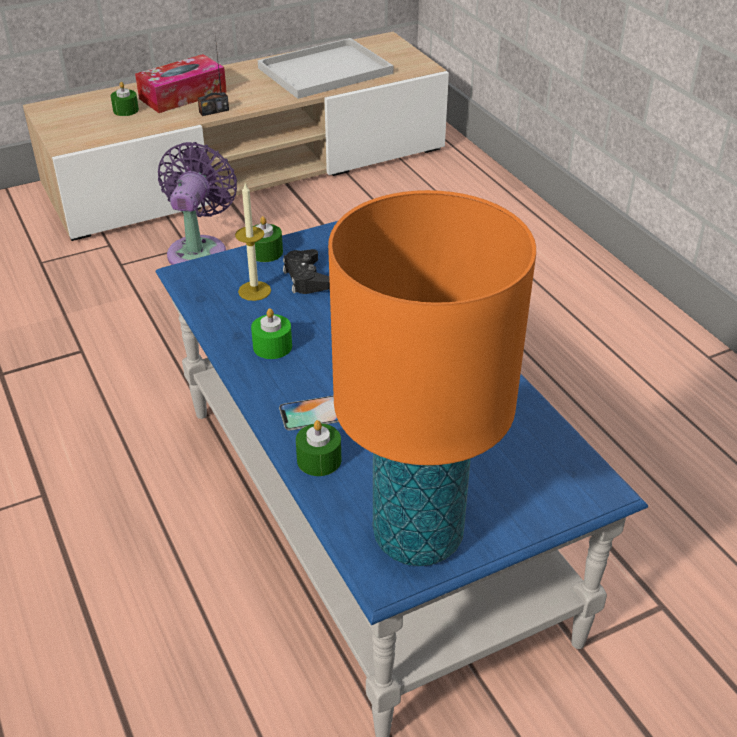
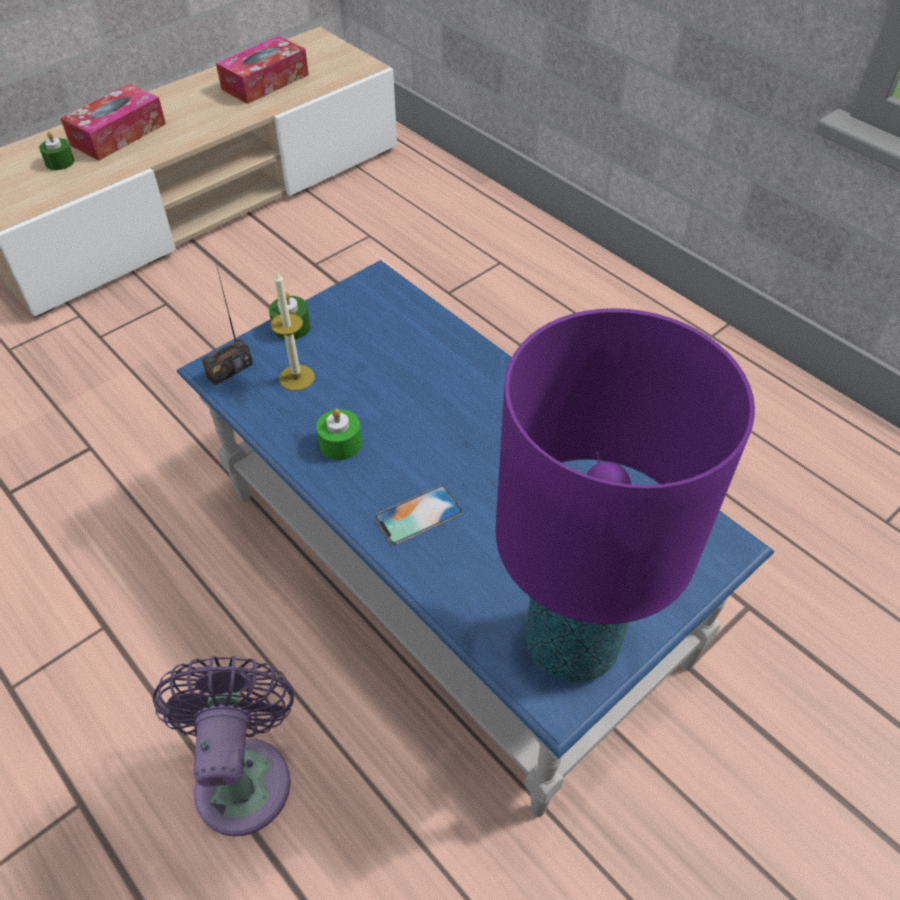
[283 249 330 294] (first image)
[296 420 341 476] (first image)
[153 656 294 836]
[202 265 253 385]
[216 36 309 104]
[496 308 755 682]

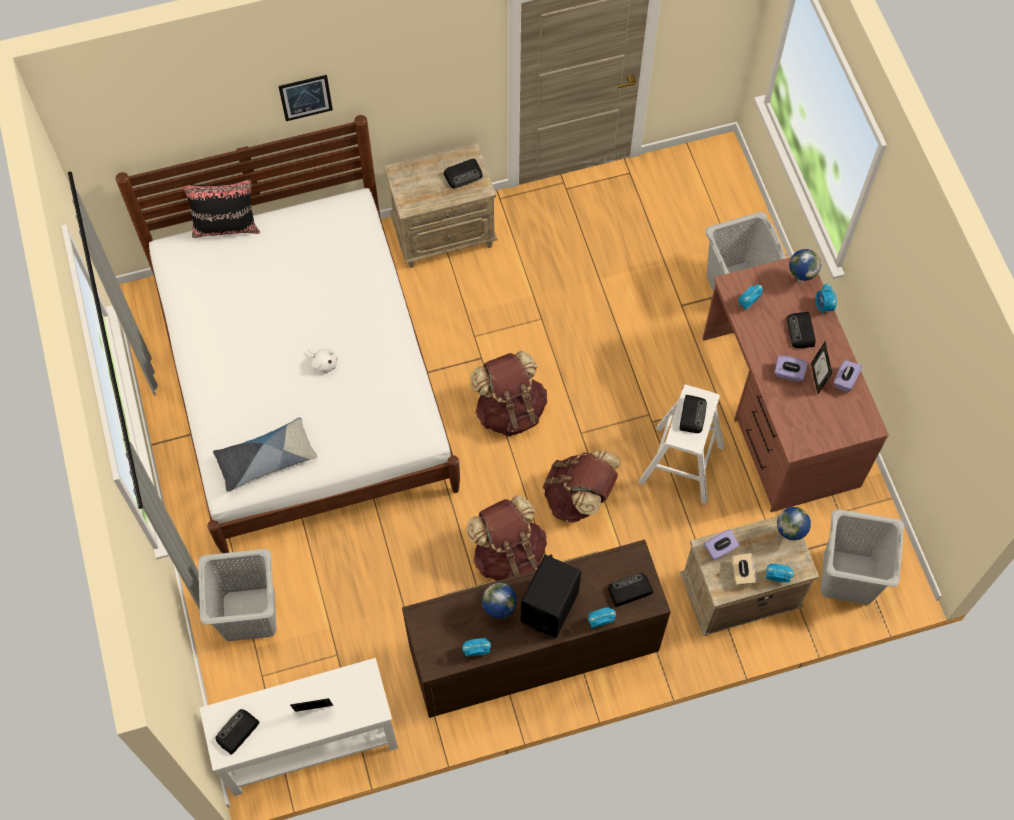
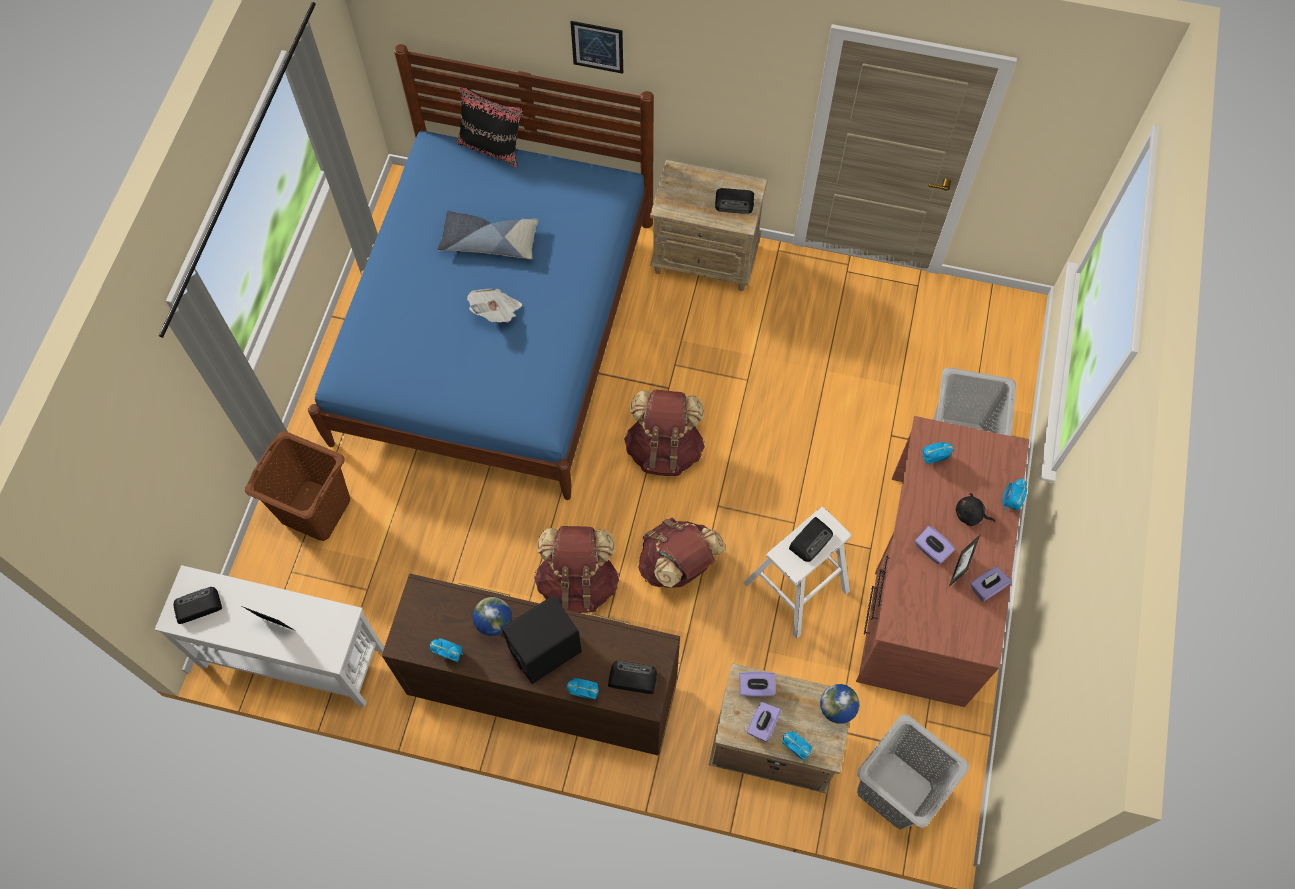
[789 249 821 282] (first image)
[437 210 539 259]
[467 289 522 322]
[956 493 995 526]
[308 44 654 500]
[245 431 350 541]
[747 702 782 742]

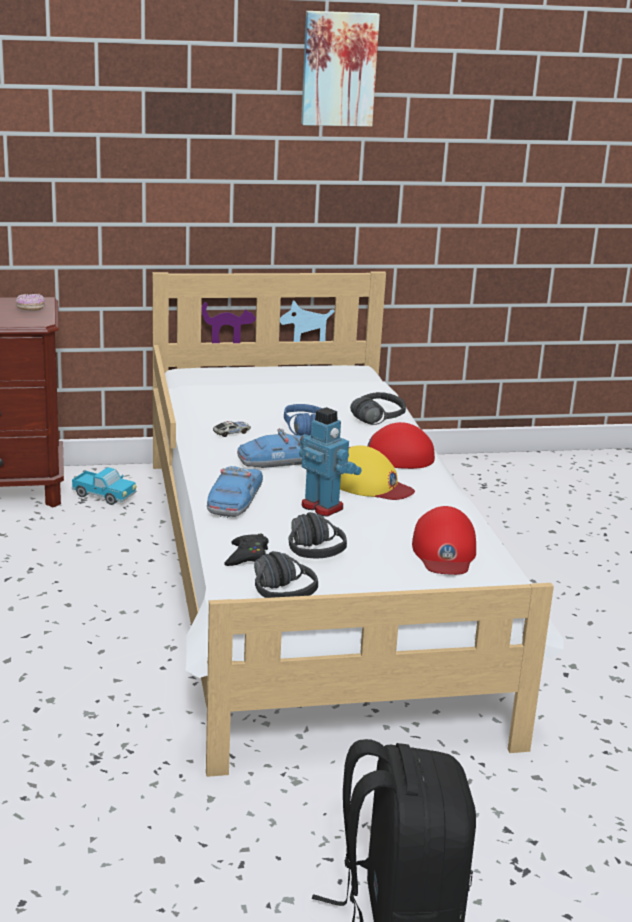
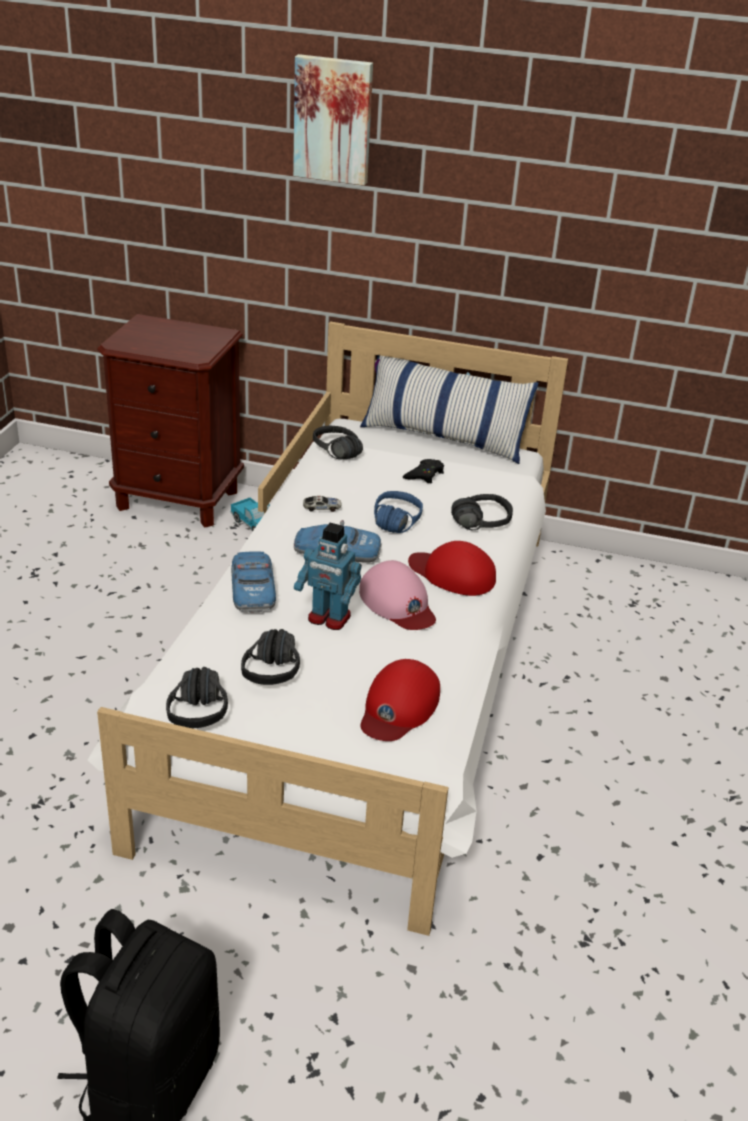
[16 294 45 311] (first image)
[313 426 363 459]
[360 355 539 464]
[403 459 444 484]
[293 54 373 185]
[359 560 436 630]
[231 551 276 613]
[294 523 362 630]

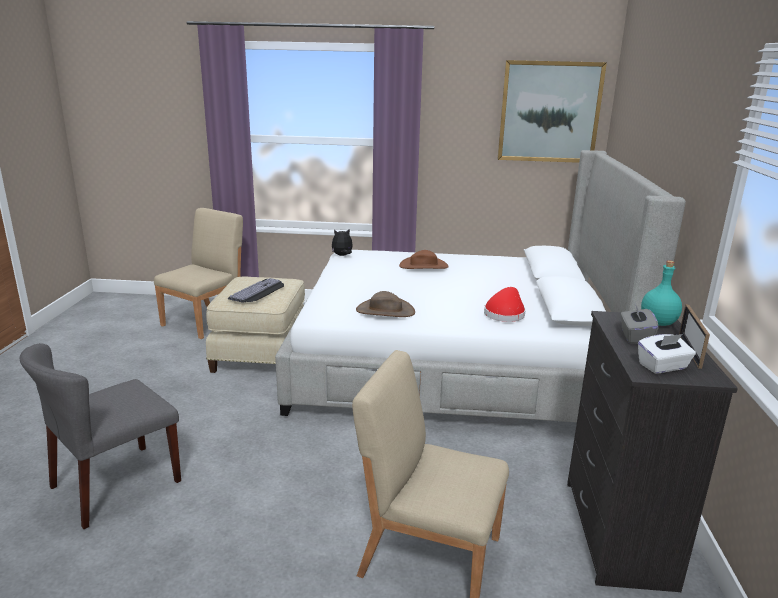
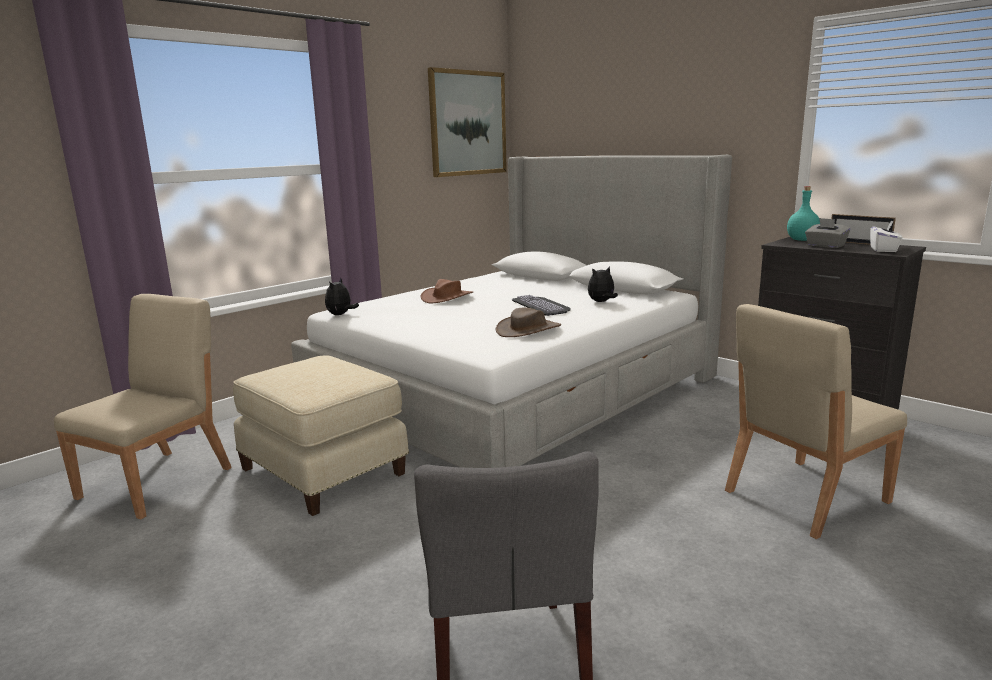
[512 295 571 316]
[588 266 618 302]
[54 294 232 519]

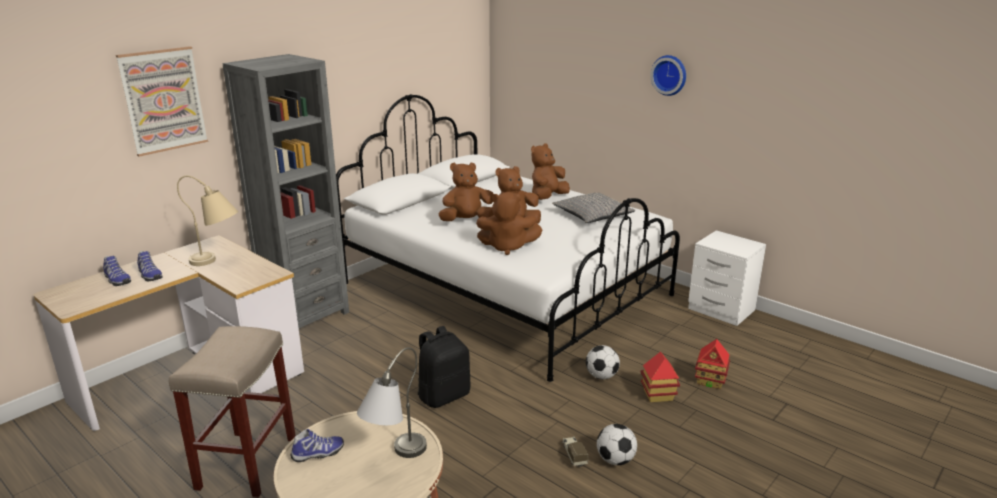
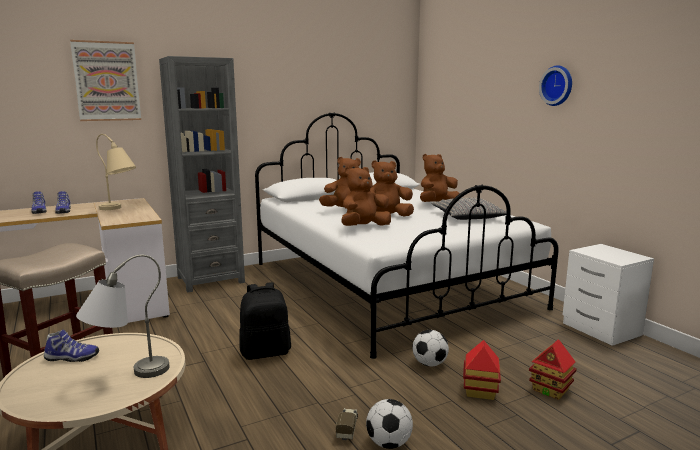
[341 167 391 226]

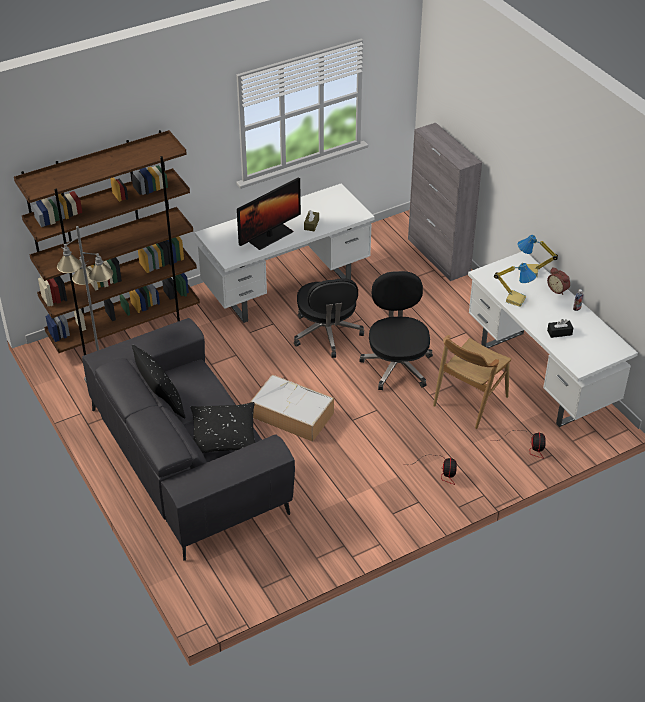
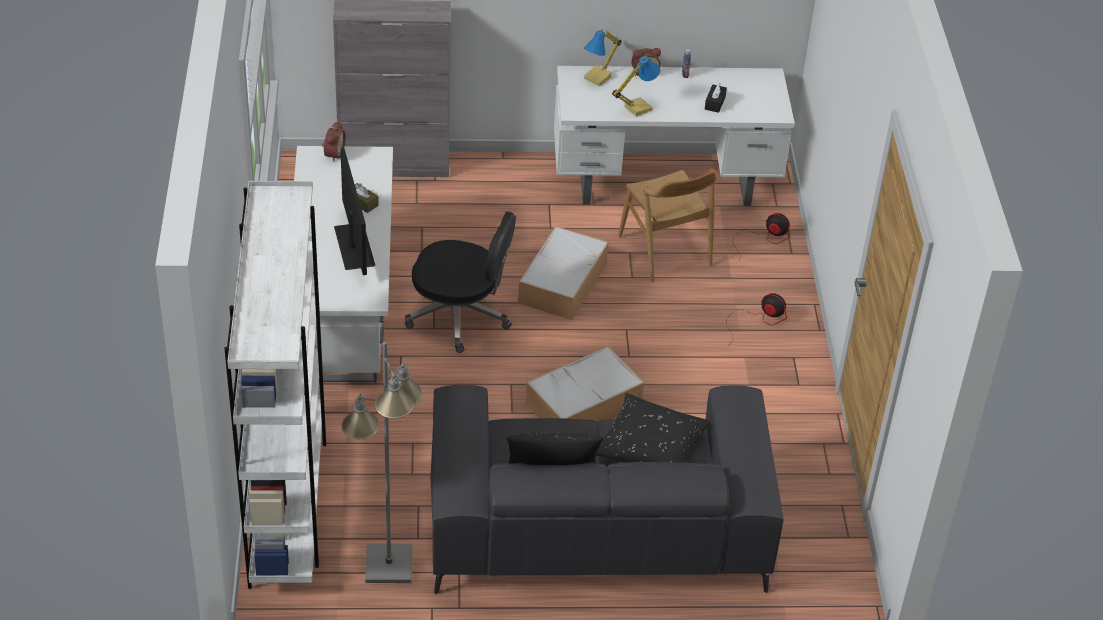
[322 121 346 162]
[518 226 609 320]
[224 181 326 589]

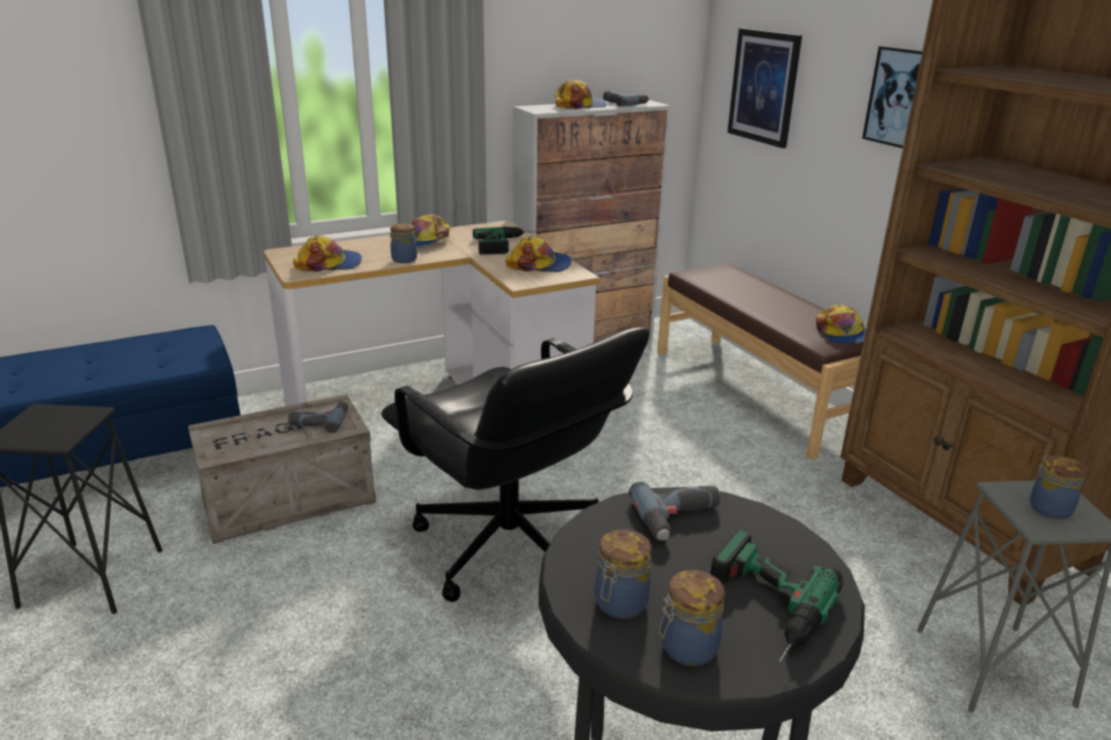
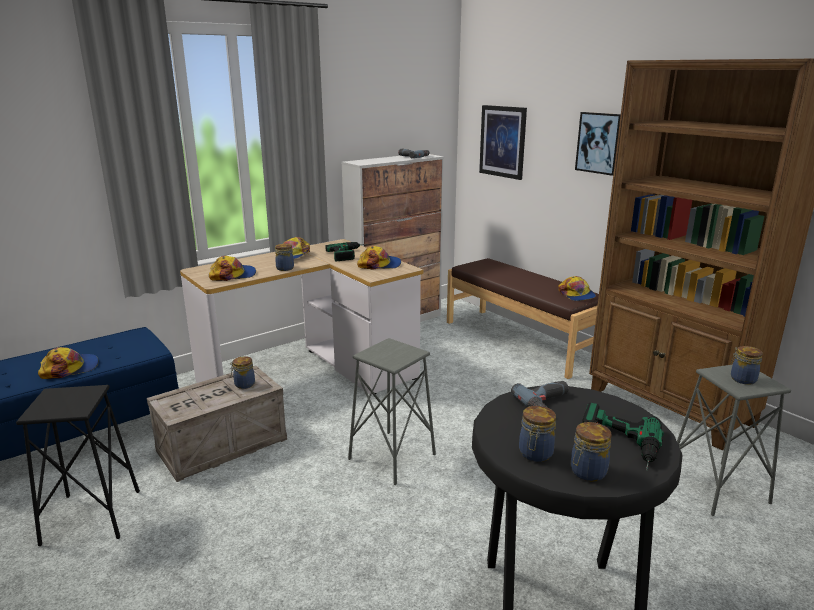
[38 347 98 379]
[230 356 255 389]
[348 338 436 485]

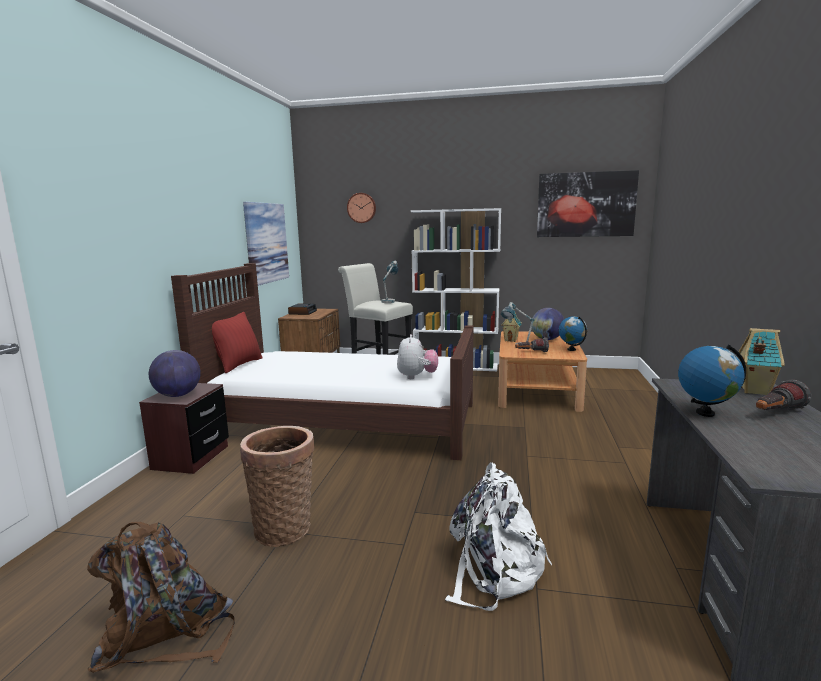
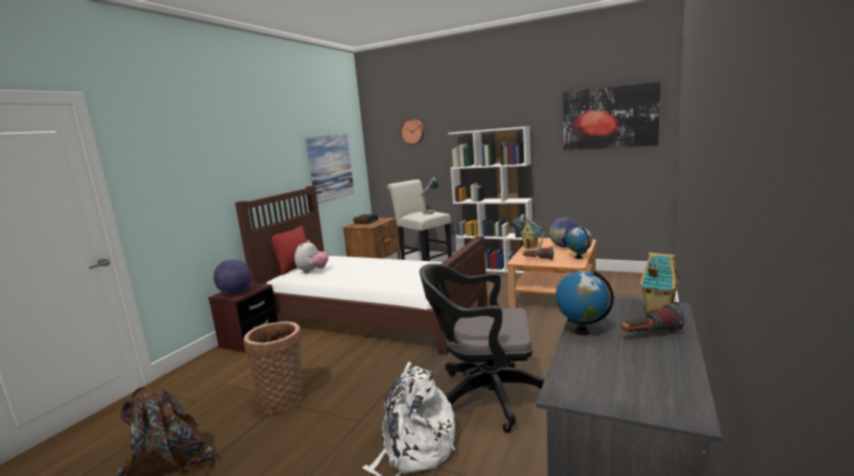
[419 264 545 433]
[295 240 328 273]

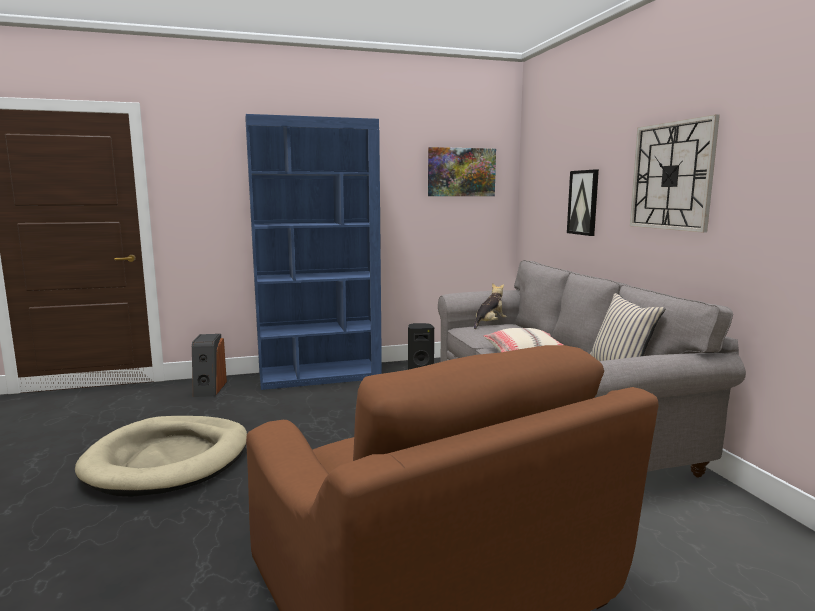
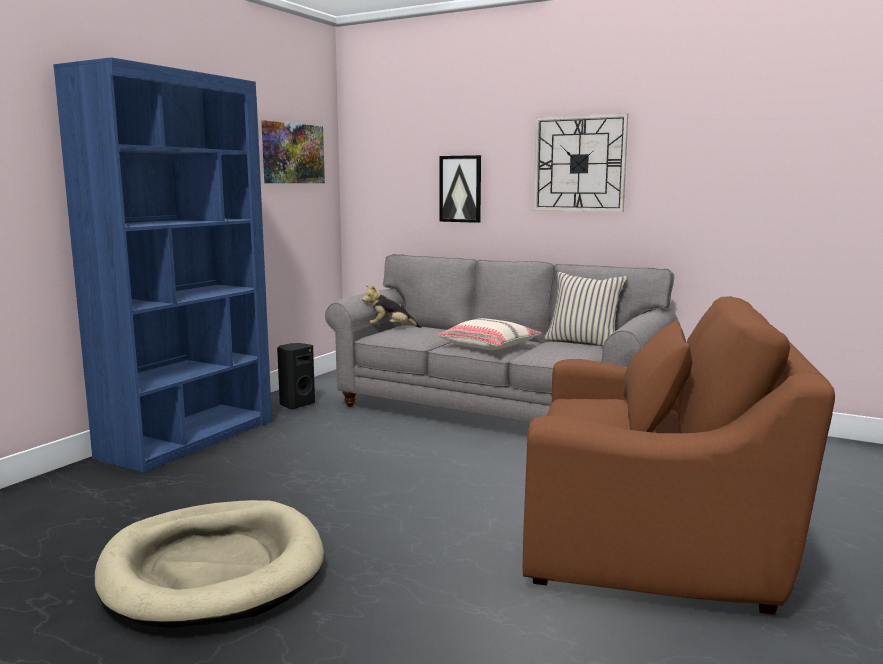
[192 334 227 397] (first image)
[362 285 422 328]

